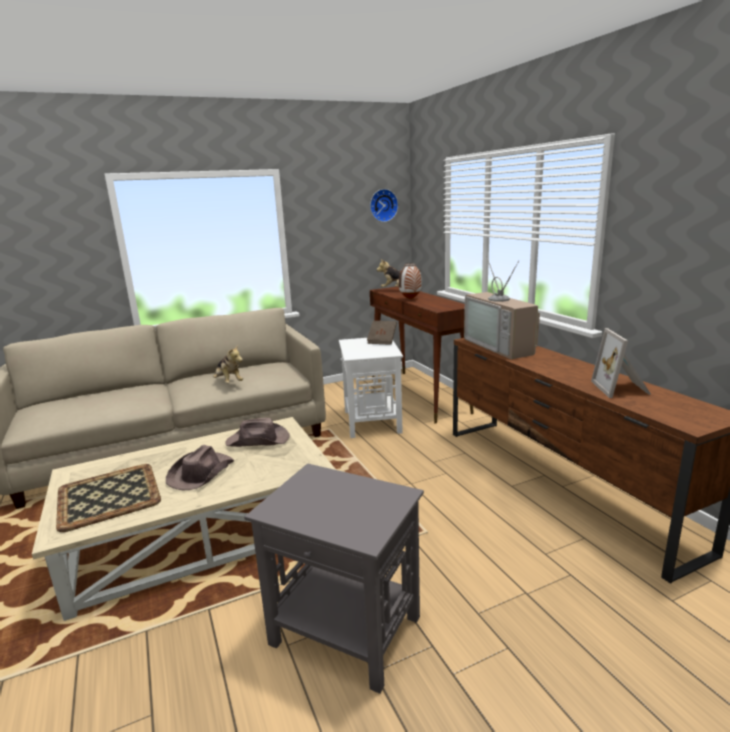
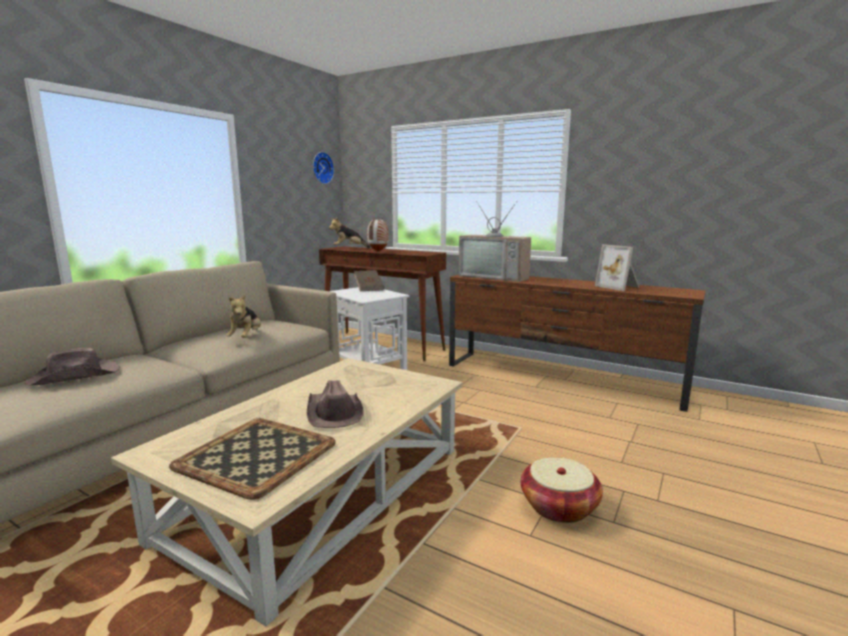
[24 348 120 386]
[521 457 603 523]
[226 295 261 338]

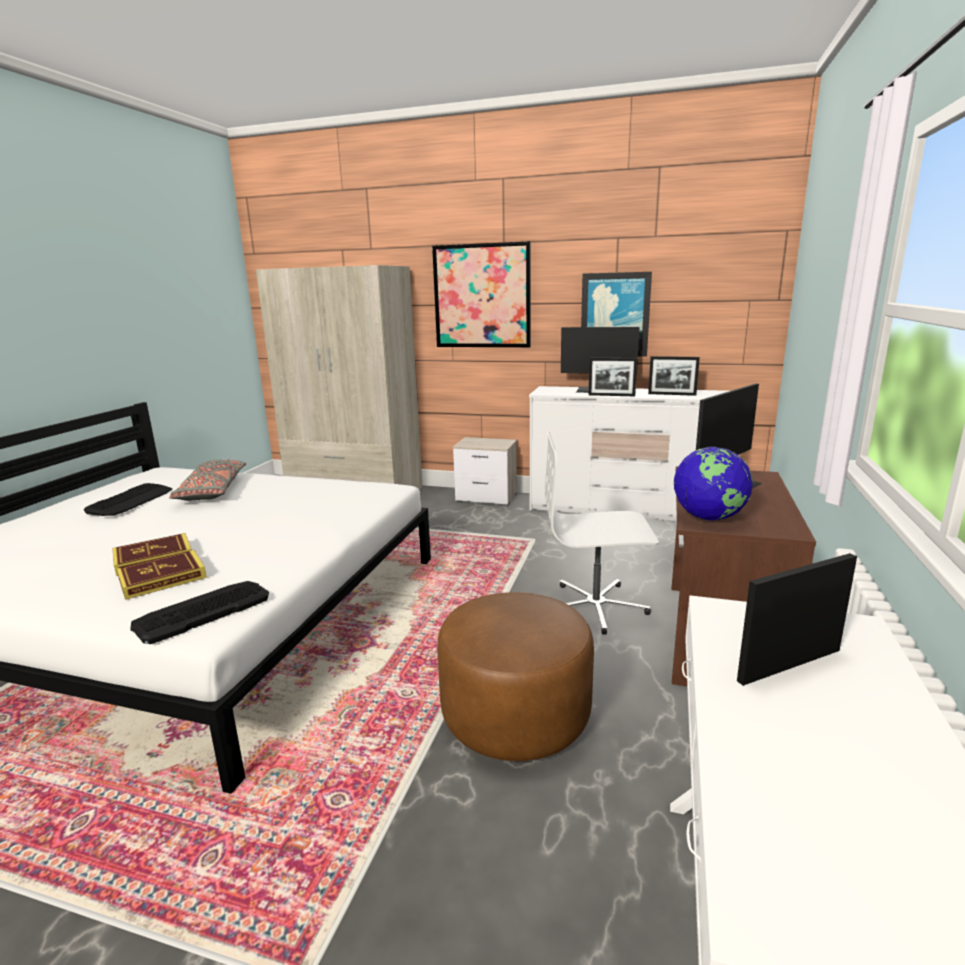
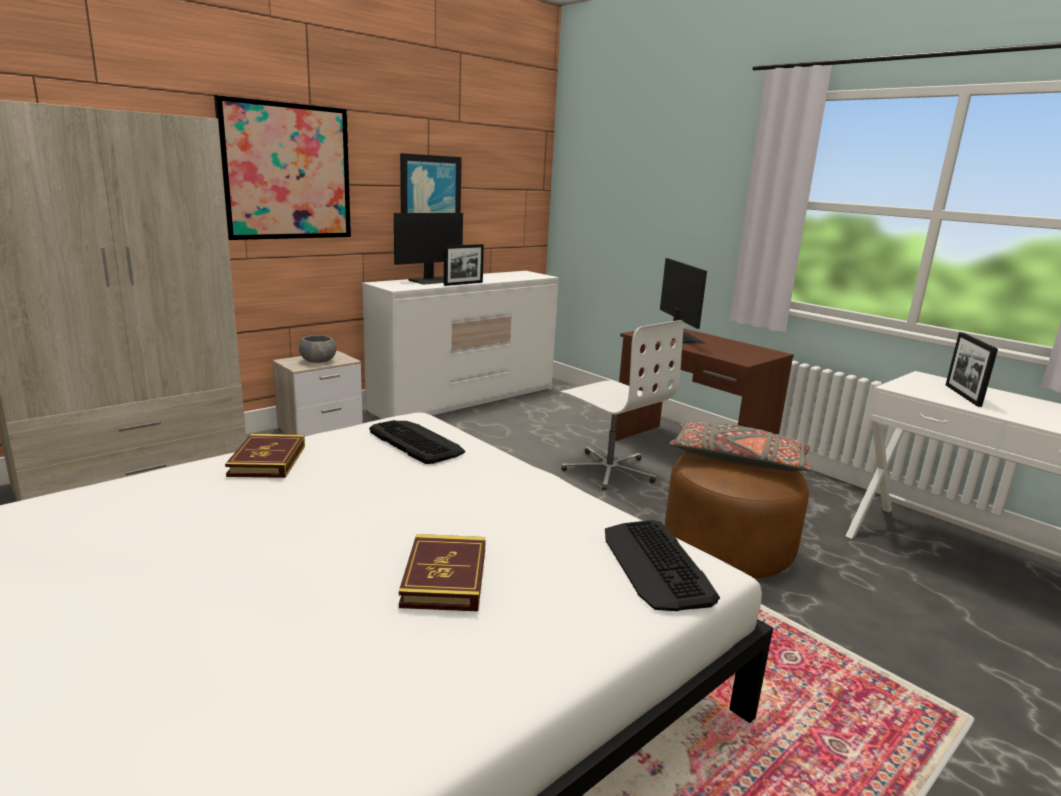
[648 356 700 396] (first image)
[673 447 753 520] (first image)
[299 335 336 363]
[369 420 465 464]
[225 434 305 478]
[670 421 812 471]
[560 320 683 491]

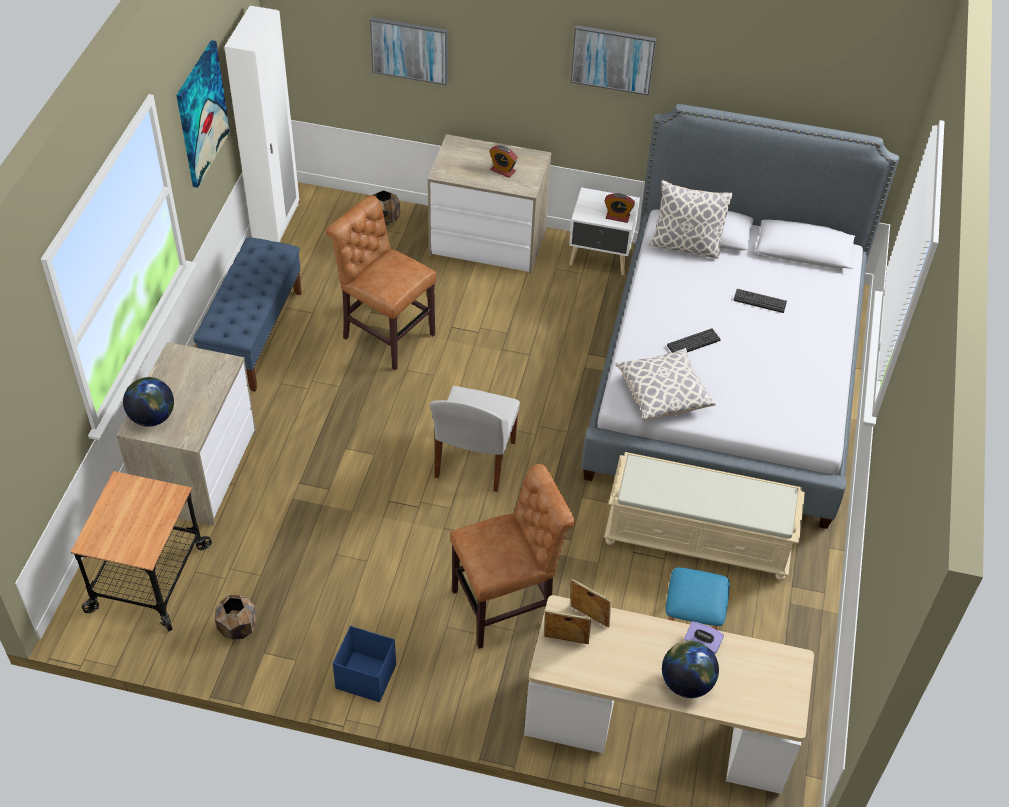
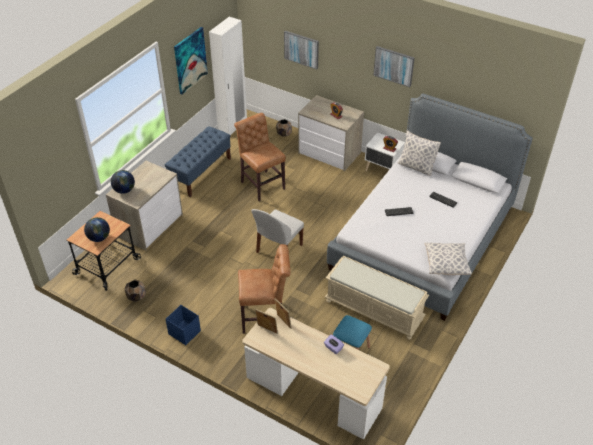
[424 243 472 275]
[84 217 110 242]

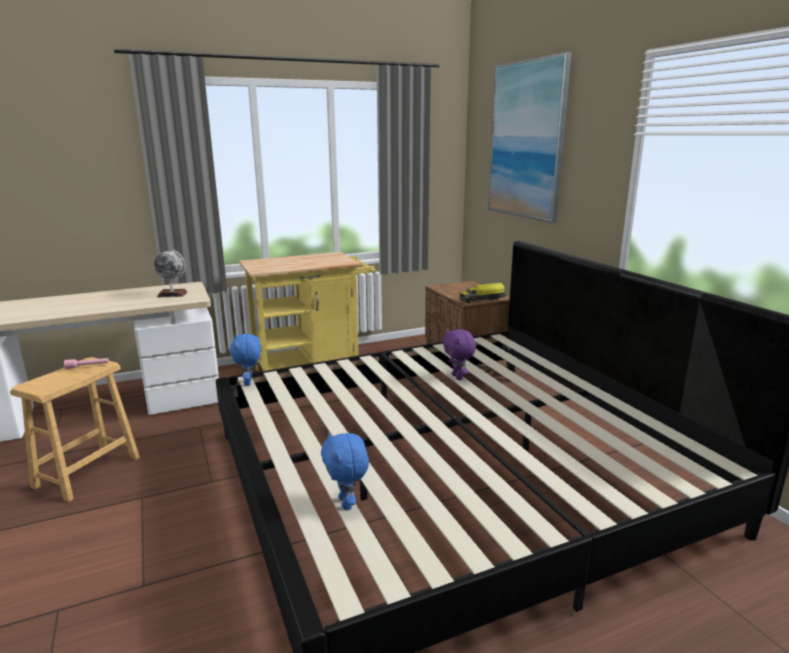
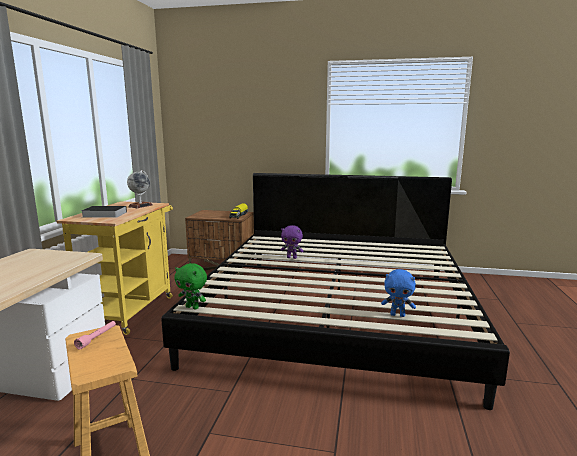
[488 52 572 223] (first image)
[81 206 127 218]
[127 170 153 208]
[175 263 207 310]

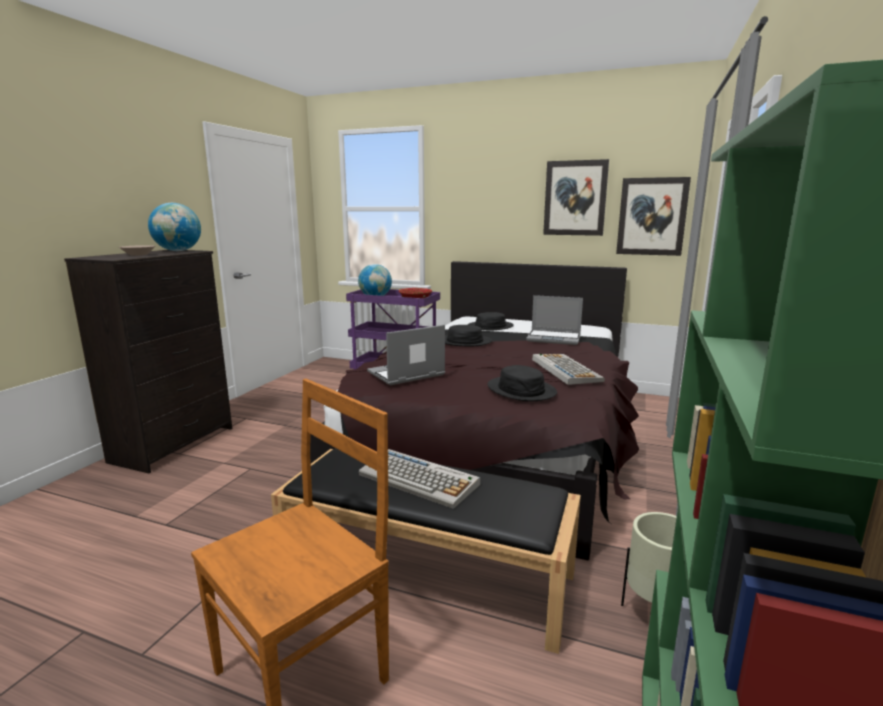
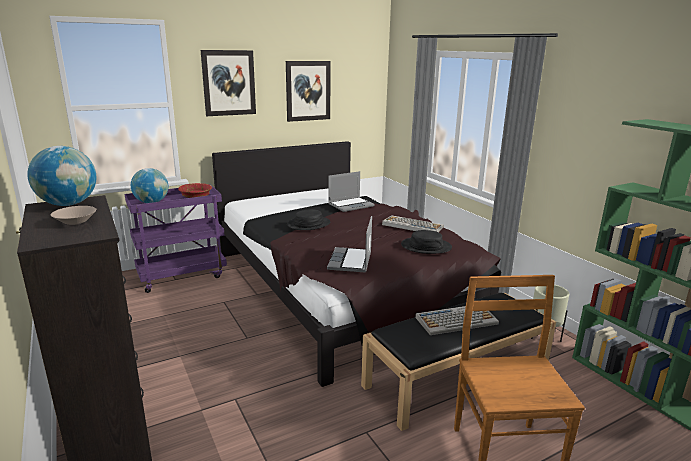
[468 312 514 331] (first image)
[201 50 256 116]

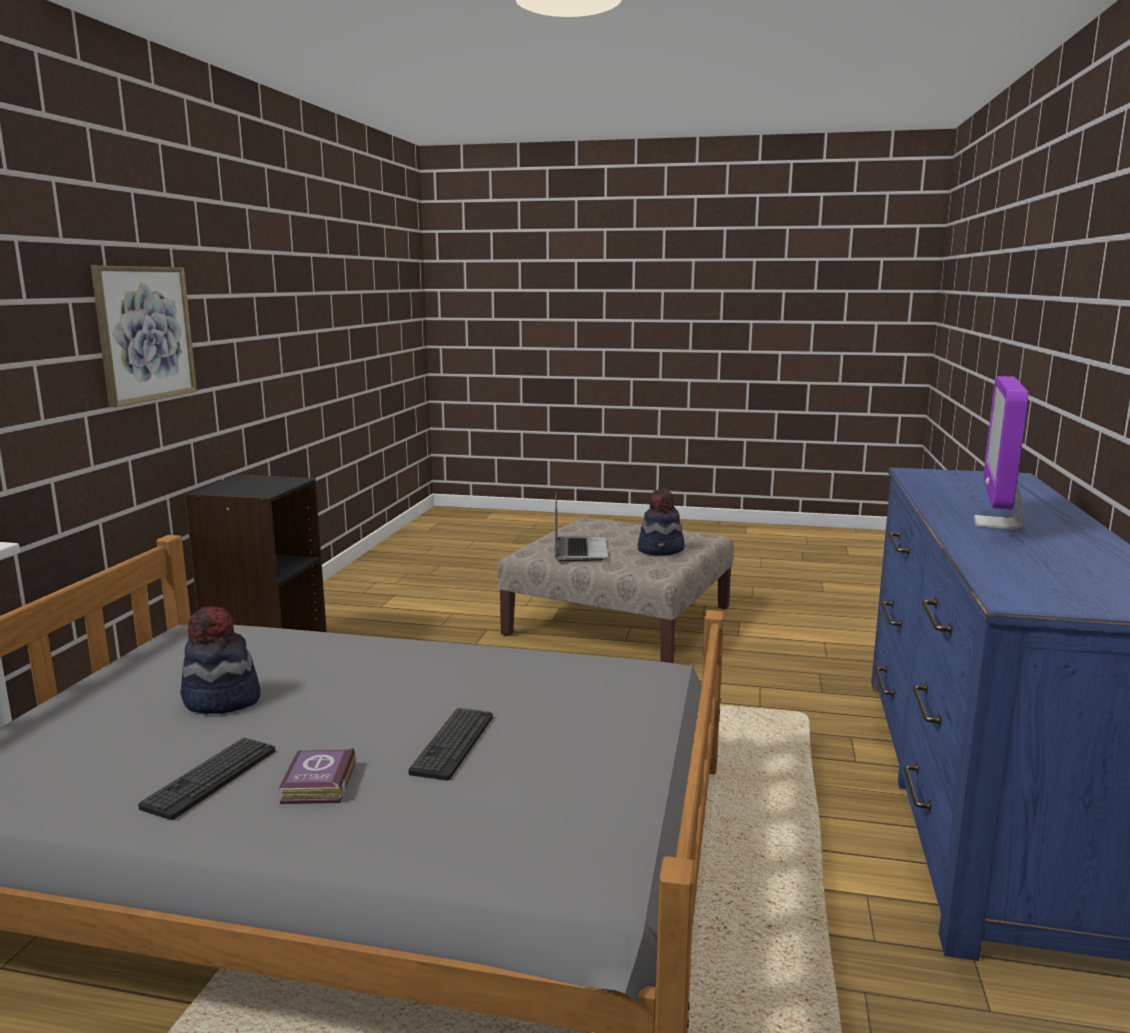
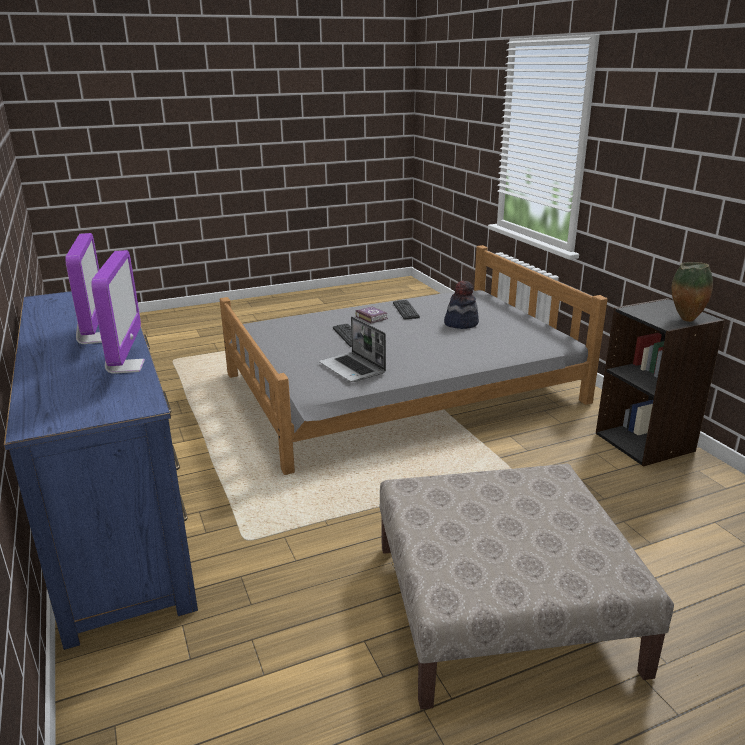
[91 265 197 407] (first image)
[638 489 685 556] (first image)
[91 250 145 374]
[671 262 713 322]
[319 316 386 382]

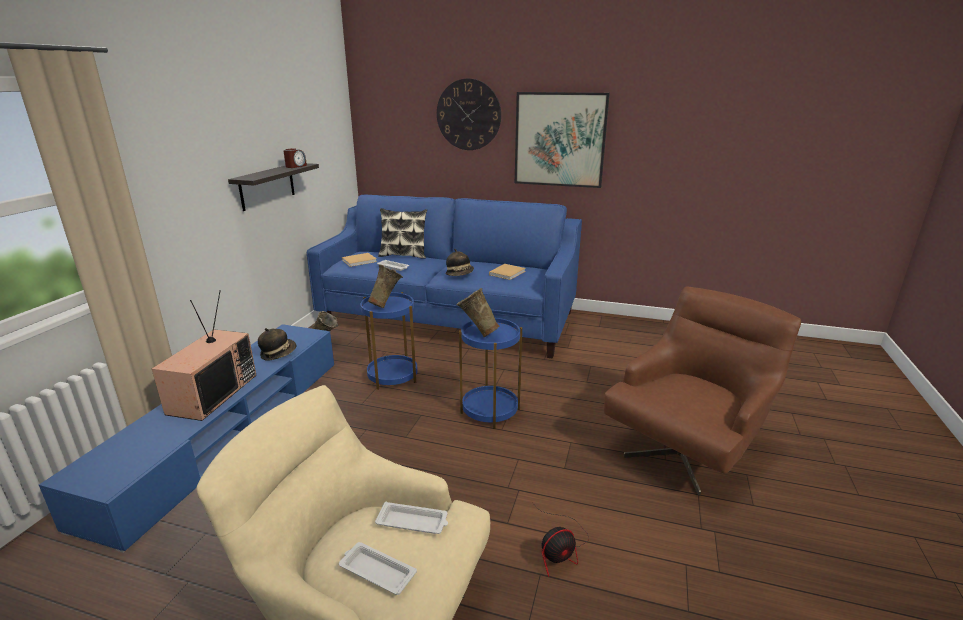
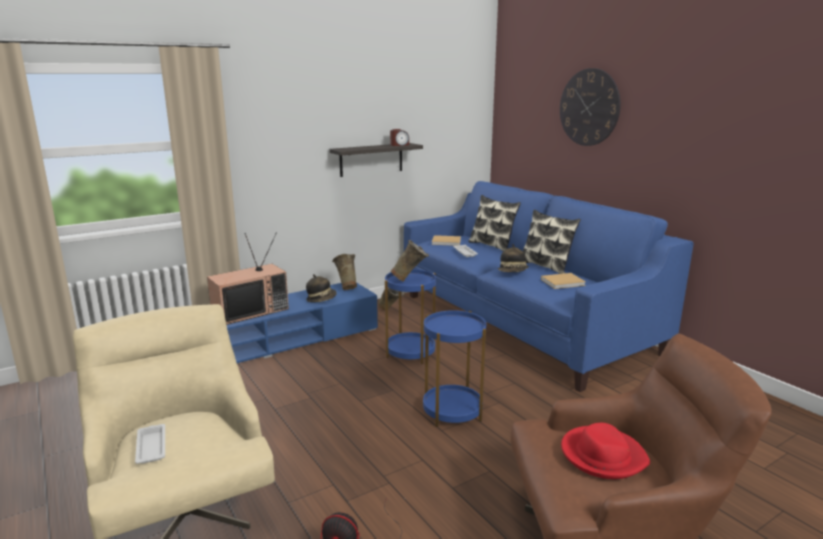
[375 502 448 534] (first image)
[515 92 610 188] (first image)
[523 210 581 274]
[561 423 650 479]
[332 254 357 290]

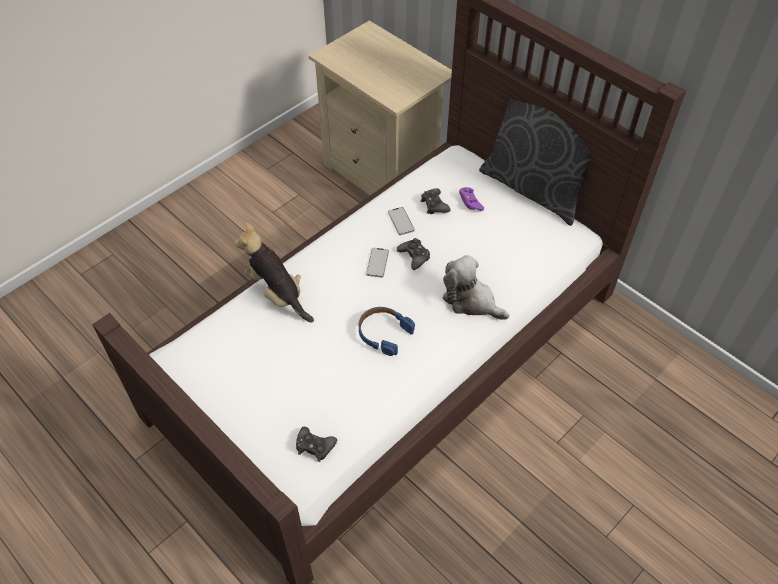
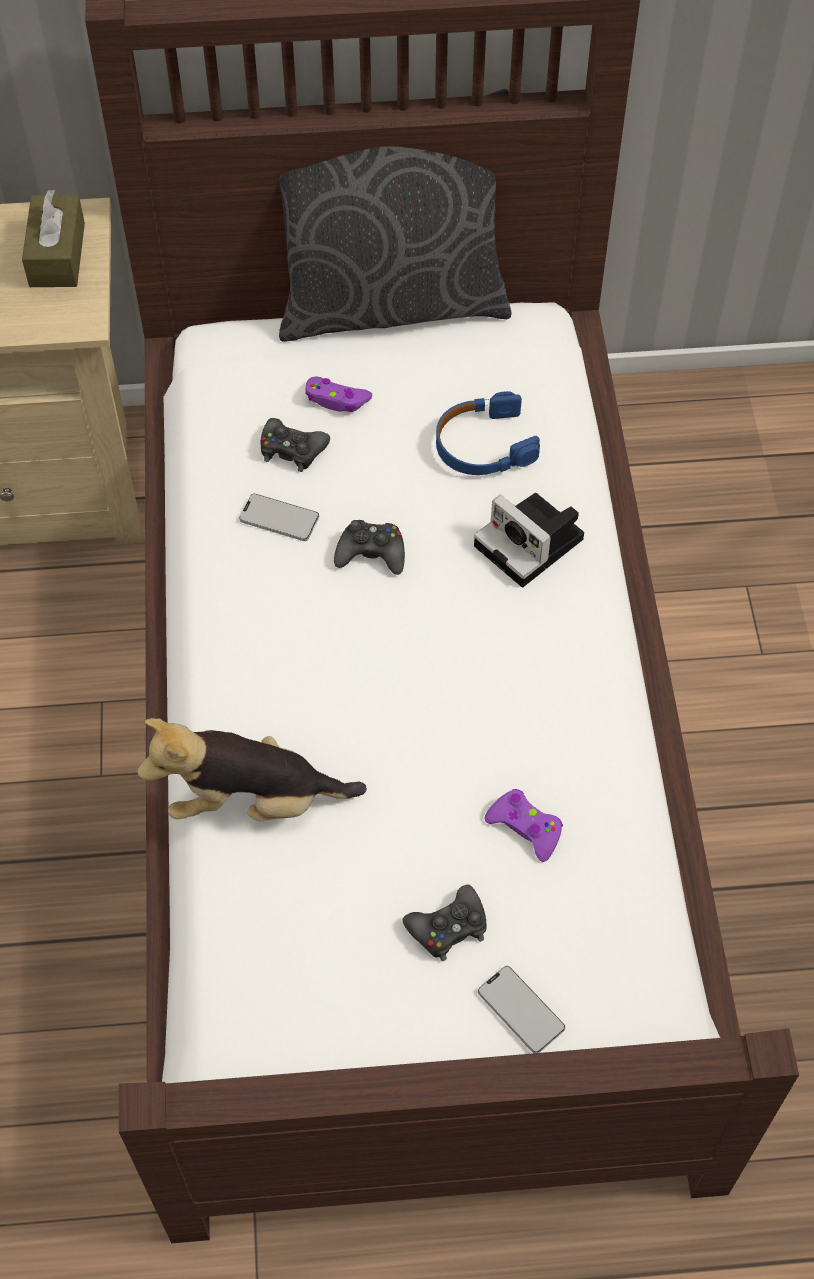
[22 190 85 287]
[484 789 563 862]
[402 884 487 961]
[436 391 540 475]
[478 966 565 1053]
[474 493 584 587]

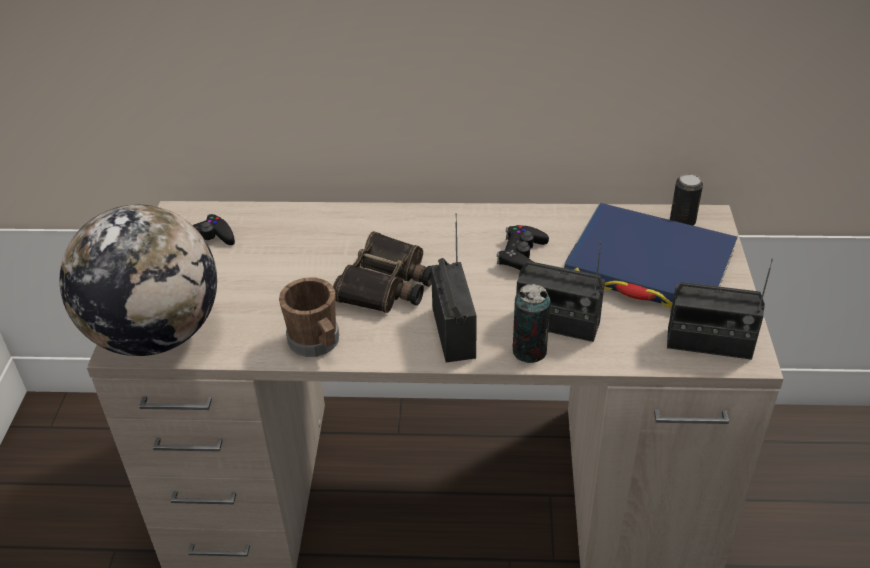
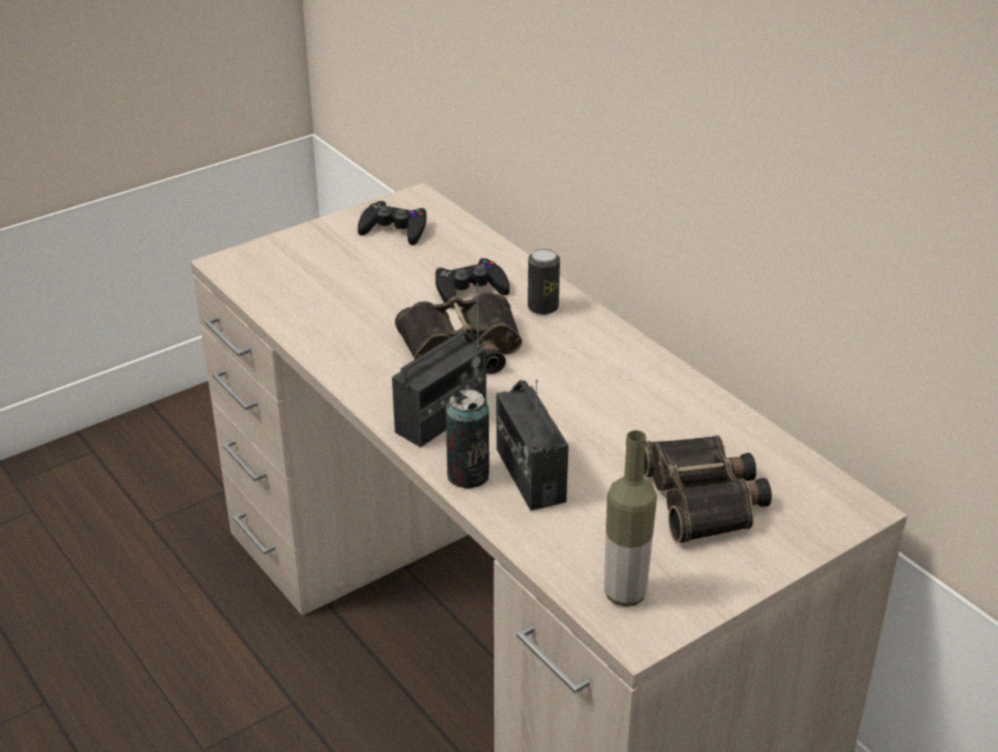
[60 205 217 356] (first image)
[279 277 339 357] (first image)
[435 258 510 303]
[528 248 560 315]
[643 435 772 543]
[604 430 657 607]

